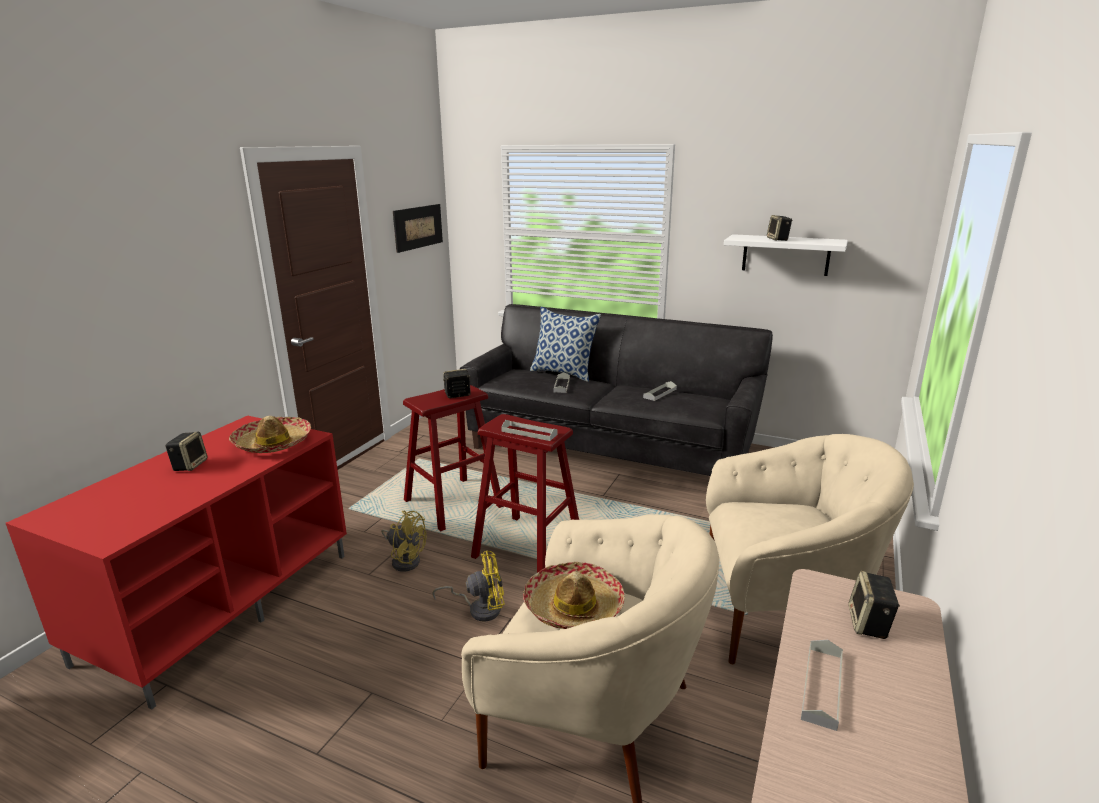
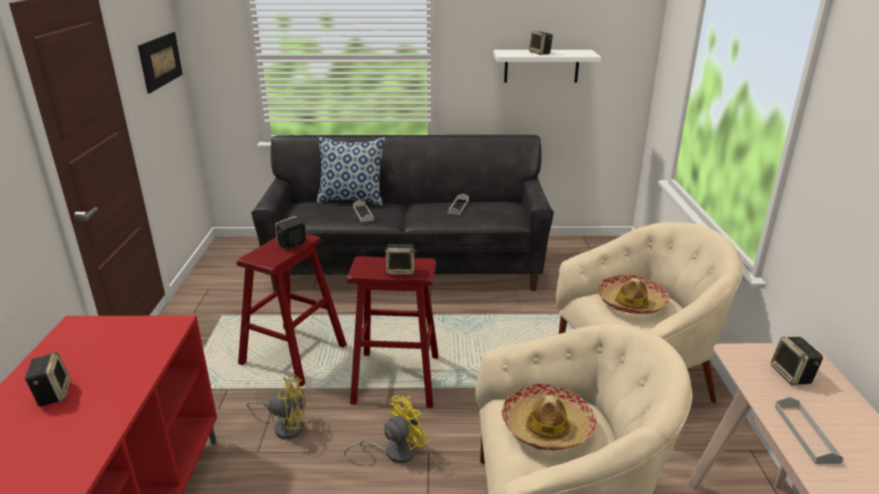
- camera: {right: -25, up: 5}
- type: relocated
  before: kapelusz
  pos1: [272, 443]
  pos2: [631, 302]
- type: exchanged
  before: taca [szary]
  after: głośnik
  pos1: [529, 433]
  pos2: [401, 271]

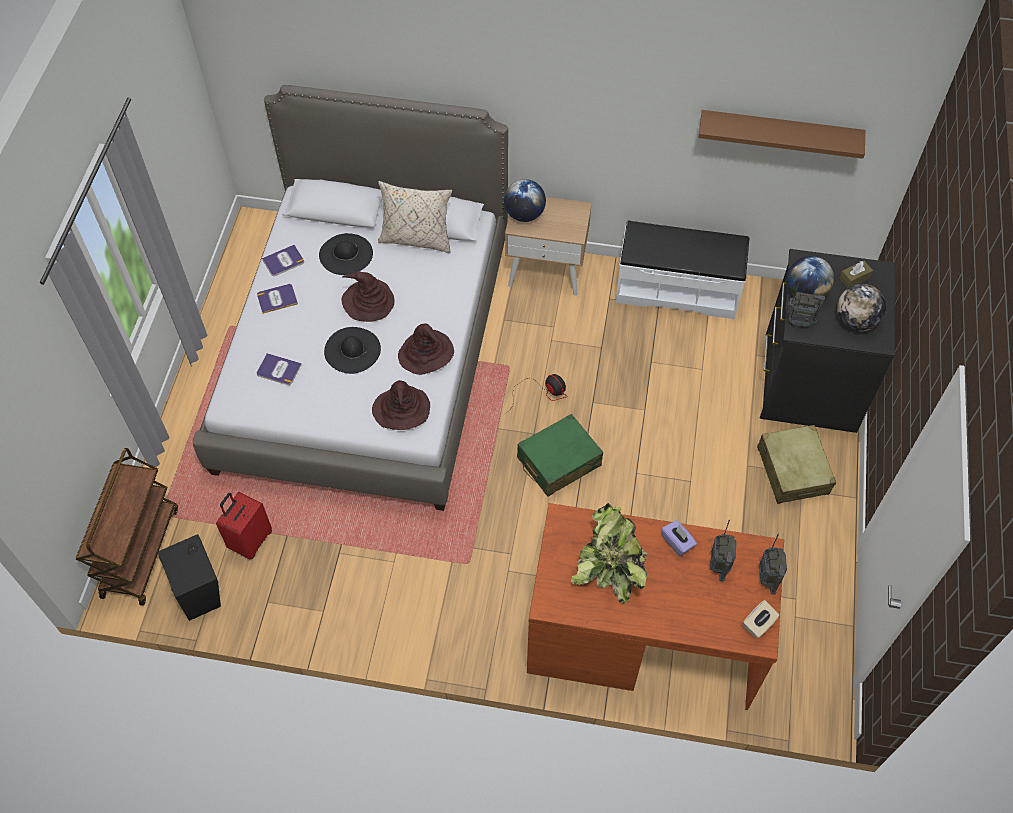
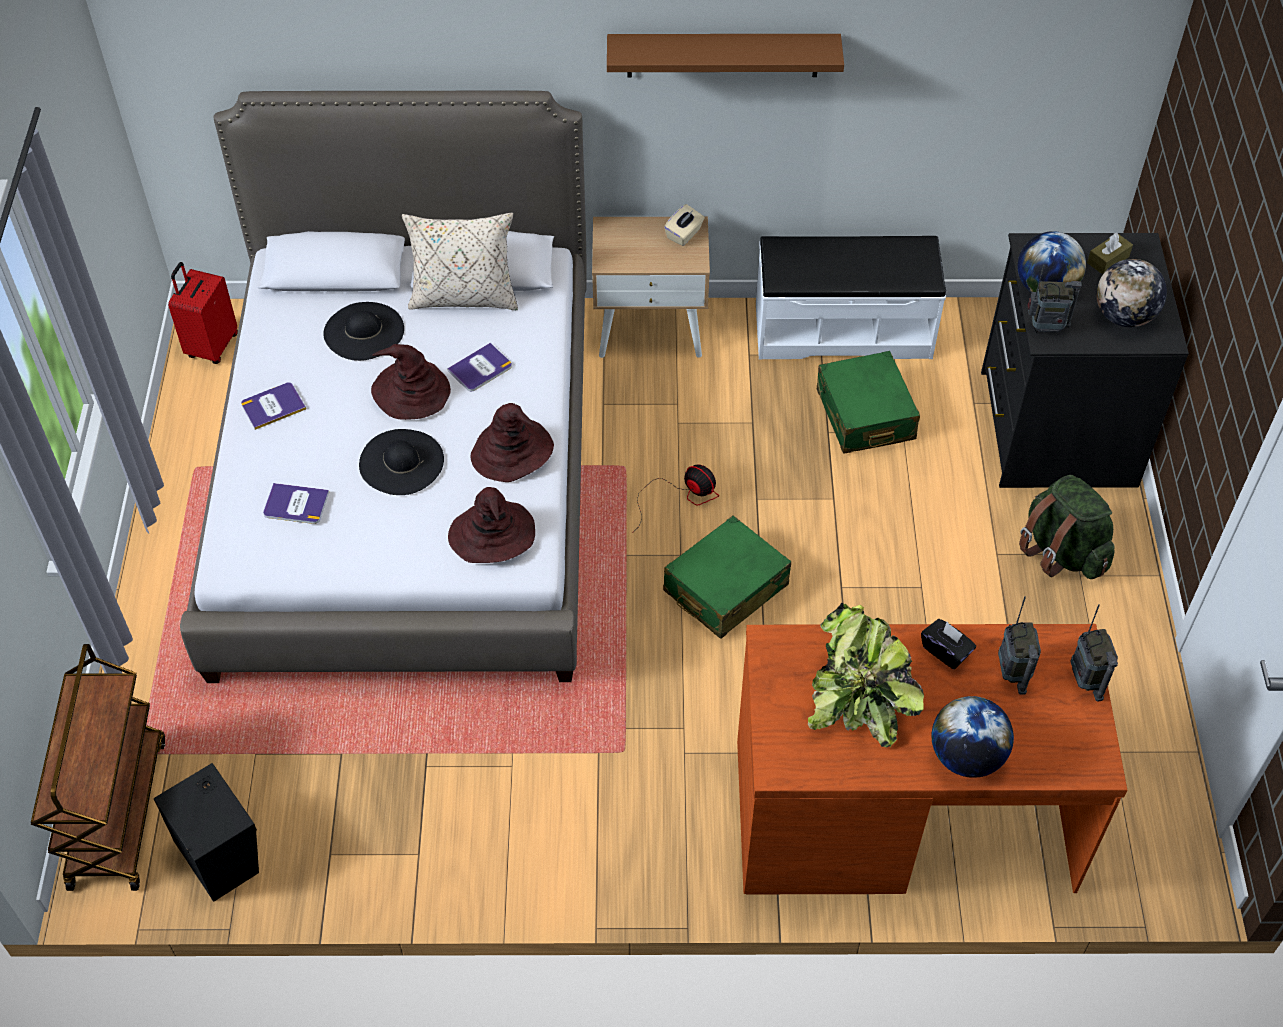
- camera: {right: -10, up: -5}
- type: relocated
  before: walizka [czerwony]
  pos1: [250, 540]
  pos2: [211, 346]
- type: relocated
  before: książka
  pos1: [283, 261]
  pos2: [480, 368]
- type: relocated
  before: globus
  pos1: [524, 214]
  pos2: [966, 756]
- type: colour
  before: pudełko chusteczek [fioletowy]
  after: pudełko chusteczek [czarny]
  pos1: [677, 542]
  pos2: [946, 651]
- type: relocated
  before: półka [brązowy]
  pos1: [779, 132]
  pos2: [723, 55]
- type: relocated
  before: pudełko chusteczek [beżowy]
  pos1: [758, 624]
  pos2: [684, 234]
- type: exchanged
  before: walizka [beżowy]
  after: plecak [zielony]
  pos1: [792, 470]
  pos2: [1062, 551]
- type: appeared
  after: walizka [zielony]
  pos2: [865, 415]

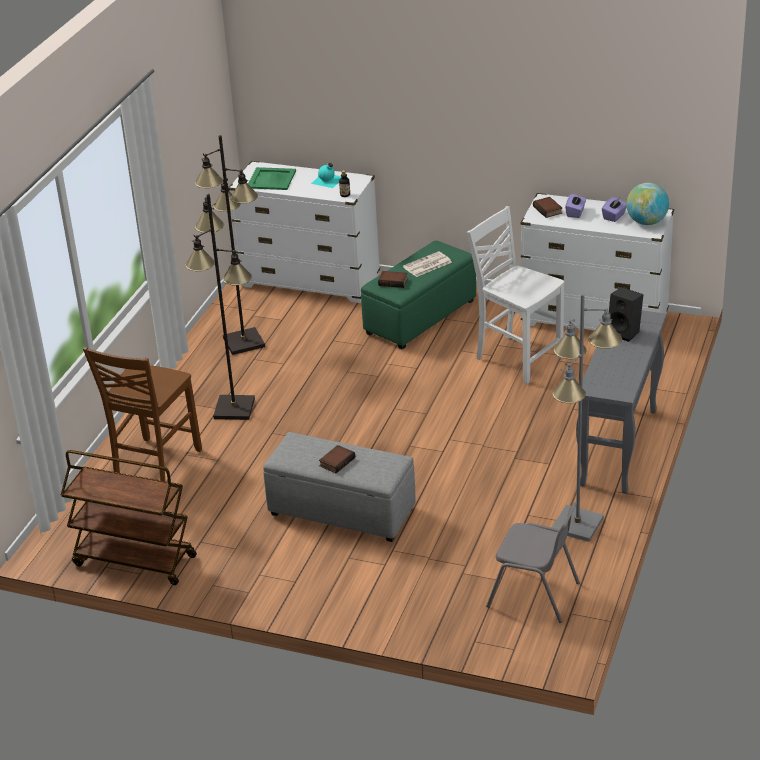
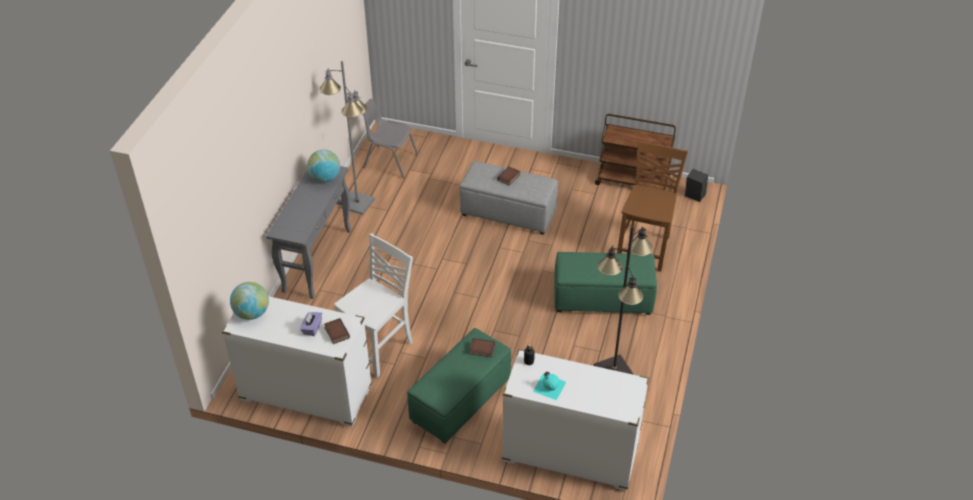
- camera: {right: 175, up: 10}
- type: exchanged
  before: lampa stojąca [czarny]
  after: pufa [zielony]
  pos1: [235, 408]
  pos2: [602, 299]
- type: missing
  before: taca [zielony]
  pos1: [272, 179]
- type: missing
  before: gazeta
  pos1: [427, 265]
- type: spun
  before: krzesło [biały]
  pos1: [517, 358]
  pos2: [379, 348]
  turn: -90
- type: missing
  before: pudełko chusteczek [fioletowy]
  pos1: [614, 216]
- type: relocated
  before: głośnik [czarny]
  pos1: [625, 332]
  pos2: [693, 196]
- type: appeared
  after: globus
  pos2: [325, 178]

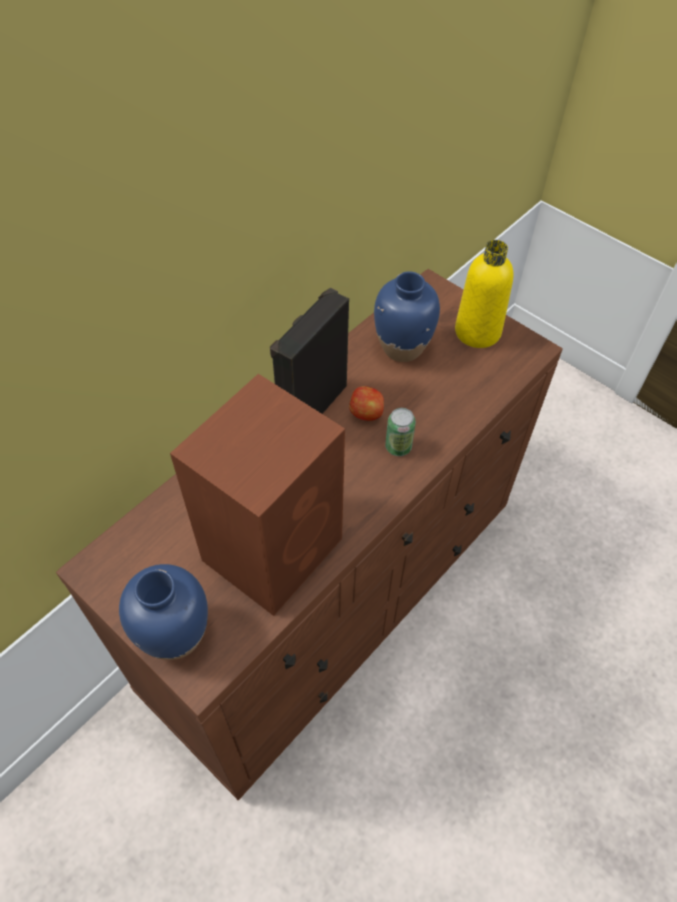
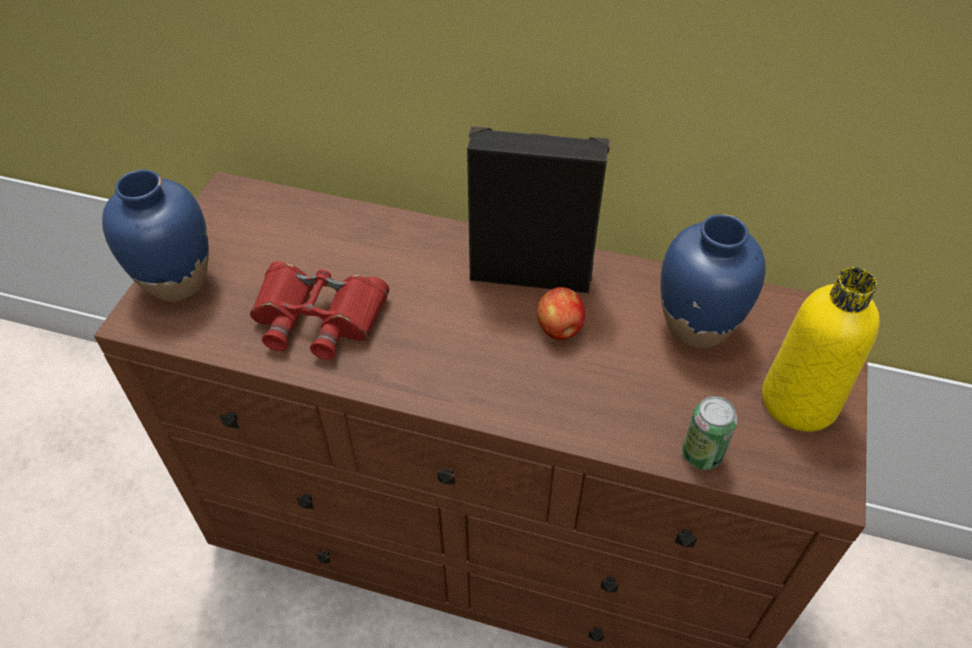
- camera: {right: 65, up: -5}
- type: exchanged
  before: głośnik [brązowy]
  after: lornetka [czerwony]
  pos1: [274, 547]
  pos2: [318, 317]
- type: relocated
  before: puszka
  pos1: [398, 447]
  pos2: [701, 454]

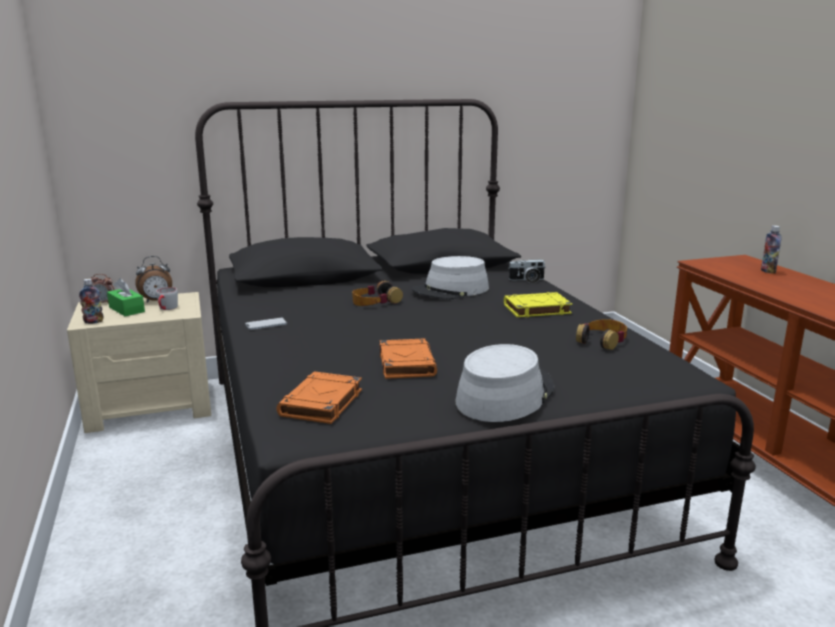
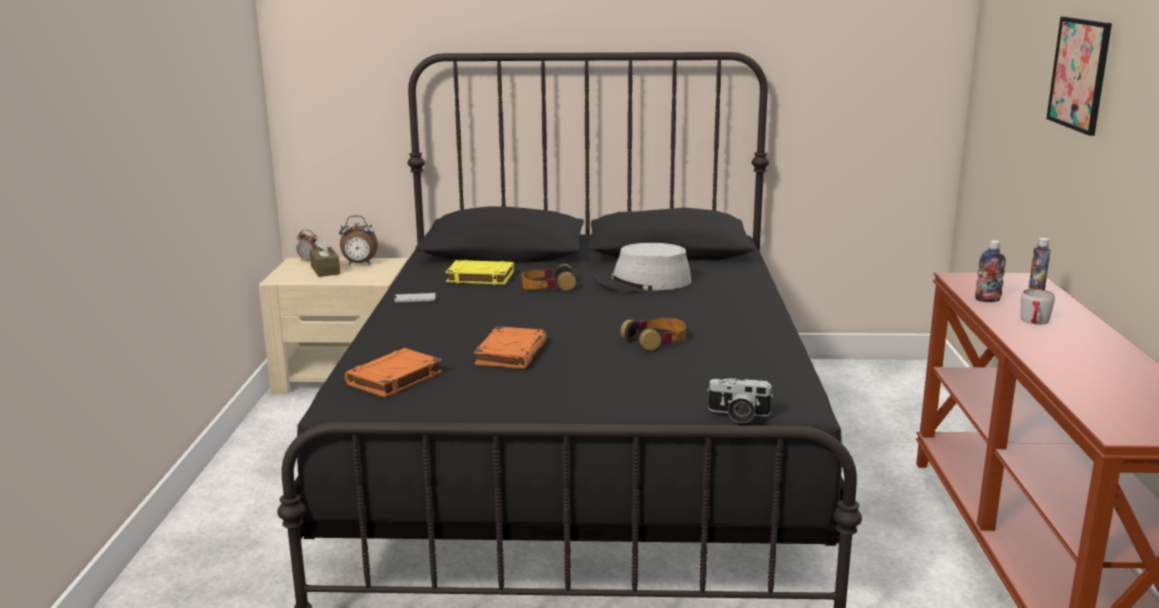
- camera: {right: 20, up: 0}
- type: relocated
  before: butelka
  pos1: [93, 322]
  pos2: [987, 300]
- type: colour
  before: pudełko chusteczek [zielony]
  after: pudełko chusteczek [brązowy]
  pos1: [126, 309]
  pos2: [325, 270]
- type: relocated
  before: kubek [szary]
  pos1: [167, 308]
  pos2: [1034, 322]
- type: missing
  before: kapelusz [szary]
  pos1: [504, 395]
- type: relocated
  before: książka [żółty]
  pos1: [536, 309]
  pos2: [479, 277]
- type: relocated
  before: aparat fotograficzny
  pos1: [527, 280]
  pos2: [738, 415]
- type: relocated
  before: słuchawki
  pos1: [602, 340]
  pos2: [656, 341]
- type: appeared
  after: obraz
  pos2: [1079, 74]

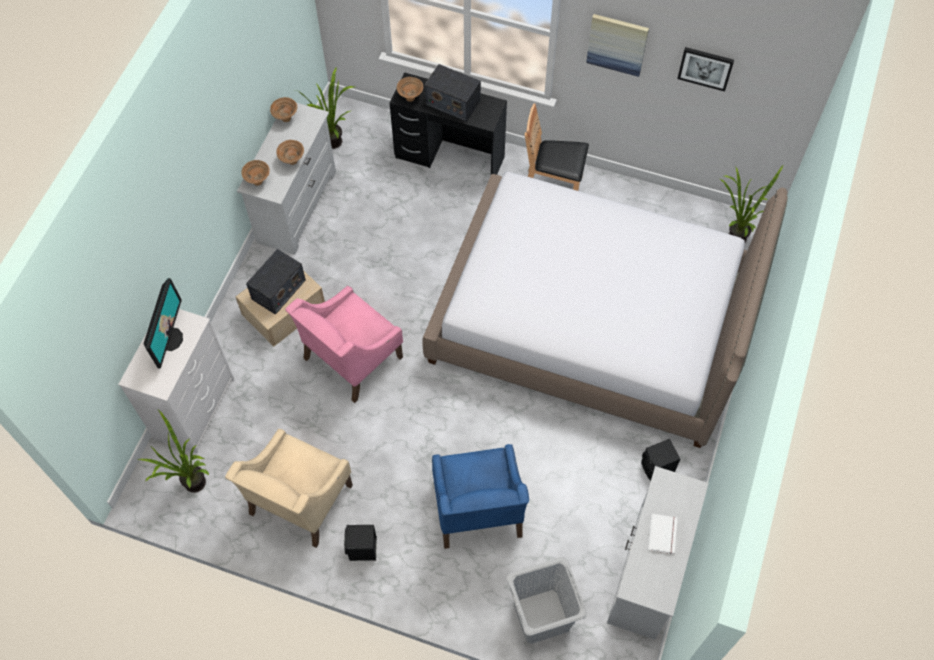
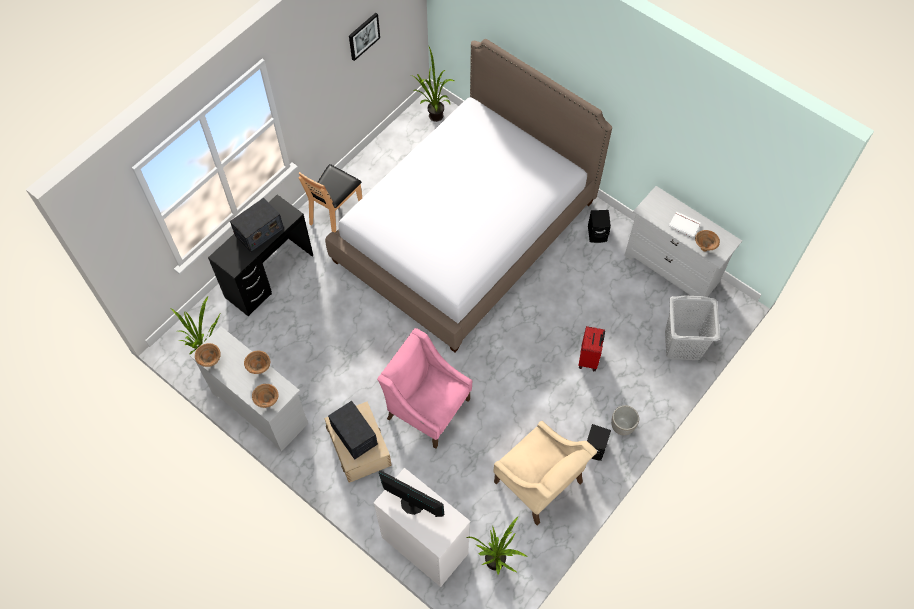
- camera: {right: -70, up: 0}
- type: spun
  before: fotel [różowy]
  pos1: [351, 358]
  pos2: [427, 408]
  turn: 150
- type: relocated
  before: miska [brązowy]
  pos1: [410, 97]
  pos2: [703, 247]
- type: exchanged
  before: fotel [niebieski]
  after: walizka [czerwony]
  pos1: [477, 509]
  pos2: [589, 359]
- type: missing
  before: obraz
  pos1: [617, 44]
- type: appeared
  after: donica
  pos2: [622, 427]

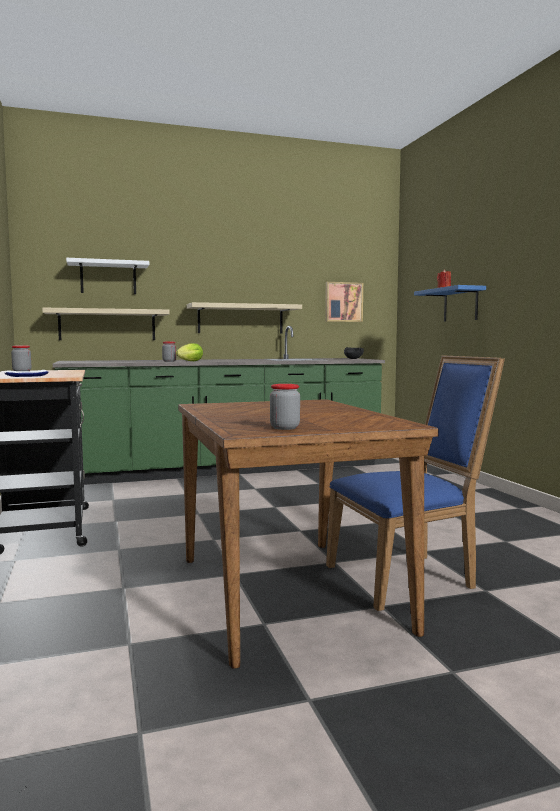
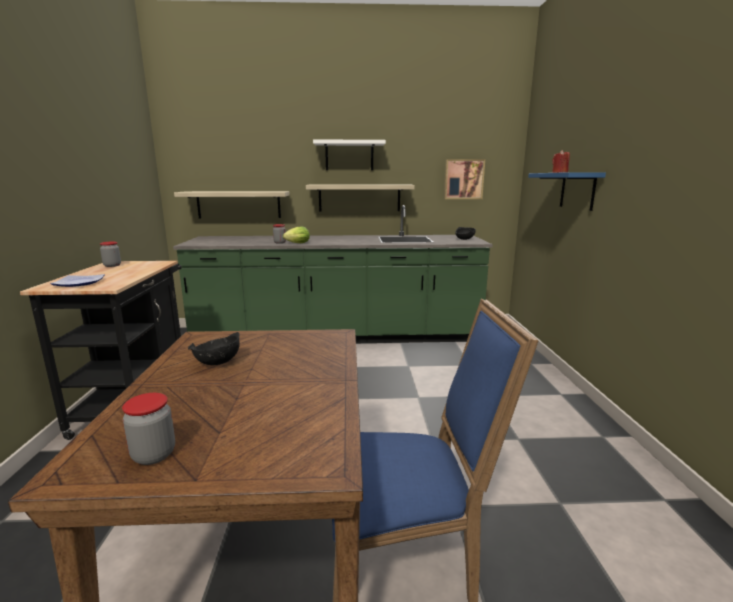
- camera: {right: 15, up: 10}
- type: relocated
  before: półka [biały]
  pos1: [108, 278]
  pos2: [349, 156]
- type: appeared
  after: miska [czarny]
  pos2: [217, 362]

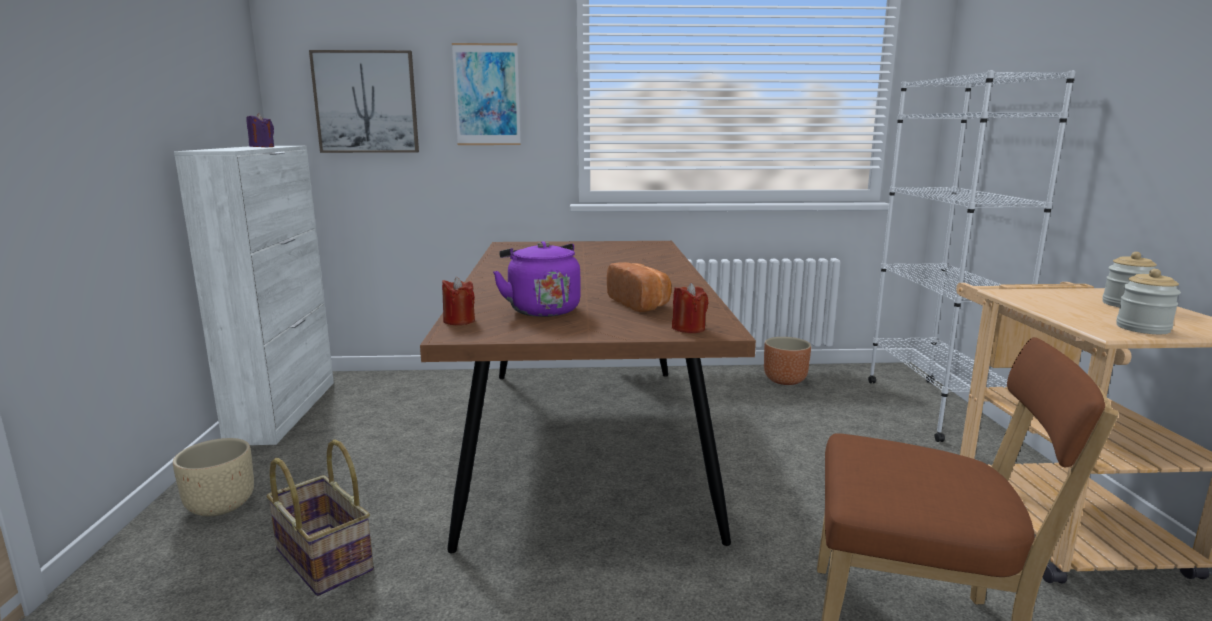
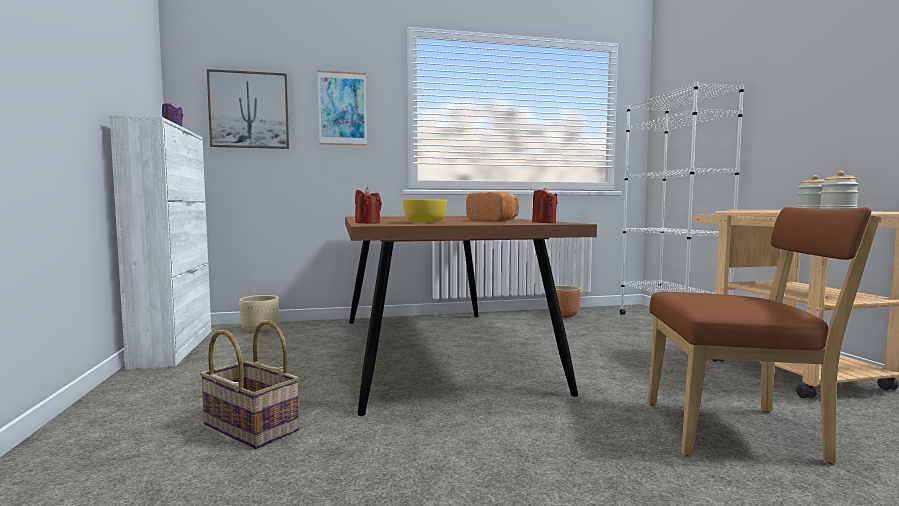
- camera: {right: -10, up: -10}
- type: relocated
  before: donica [beżowy]
  pos1: [222, 505]
  pos2: [260, 330]
- type: exchanged
  before: czajnik [fioletowy]
  after: miska [żółty]
  pos1: [541, 309]
  pos2: [424, 222]

